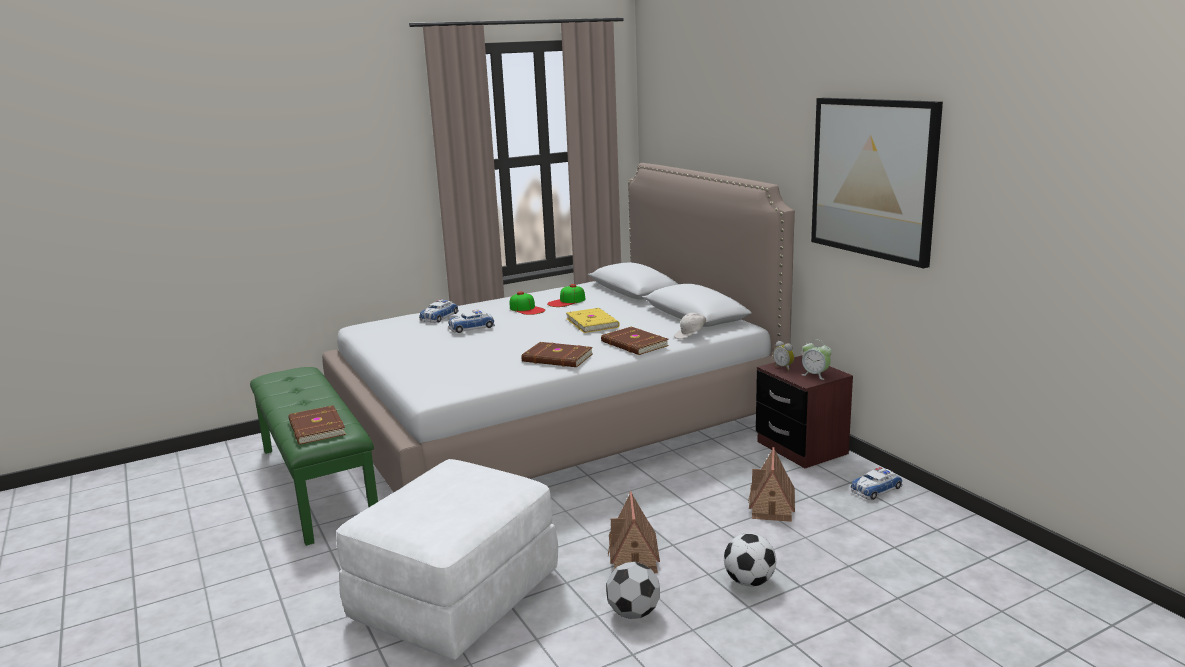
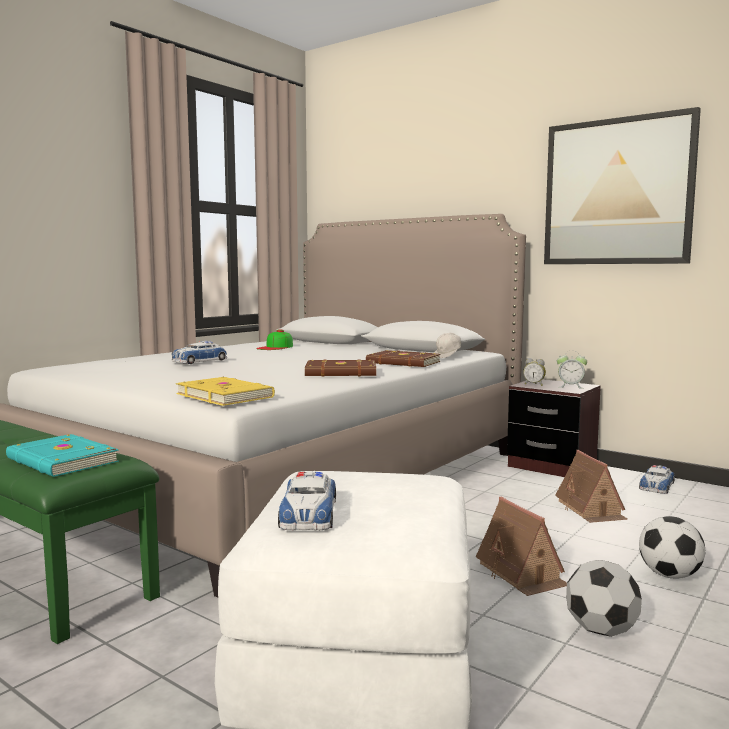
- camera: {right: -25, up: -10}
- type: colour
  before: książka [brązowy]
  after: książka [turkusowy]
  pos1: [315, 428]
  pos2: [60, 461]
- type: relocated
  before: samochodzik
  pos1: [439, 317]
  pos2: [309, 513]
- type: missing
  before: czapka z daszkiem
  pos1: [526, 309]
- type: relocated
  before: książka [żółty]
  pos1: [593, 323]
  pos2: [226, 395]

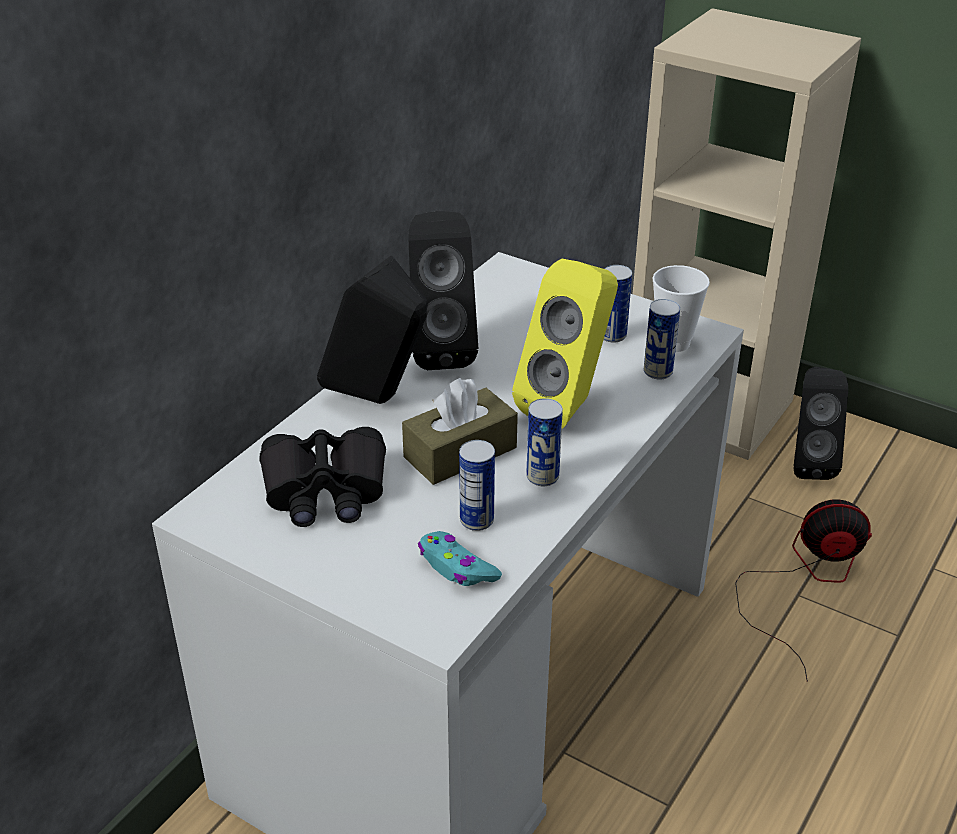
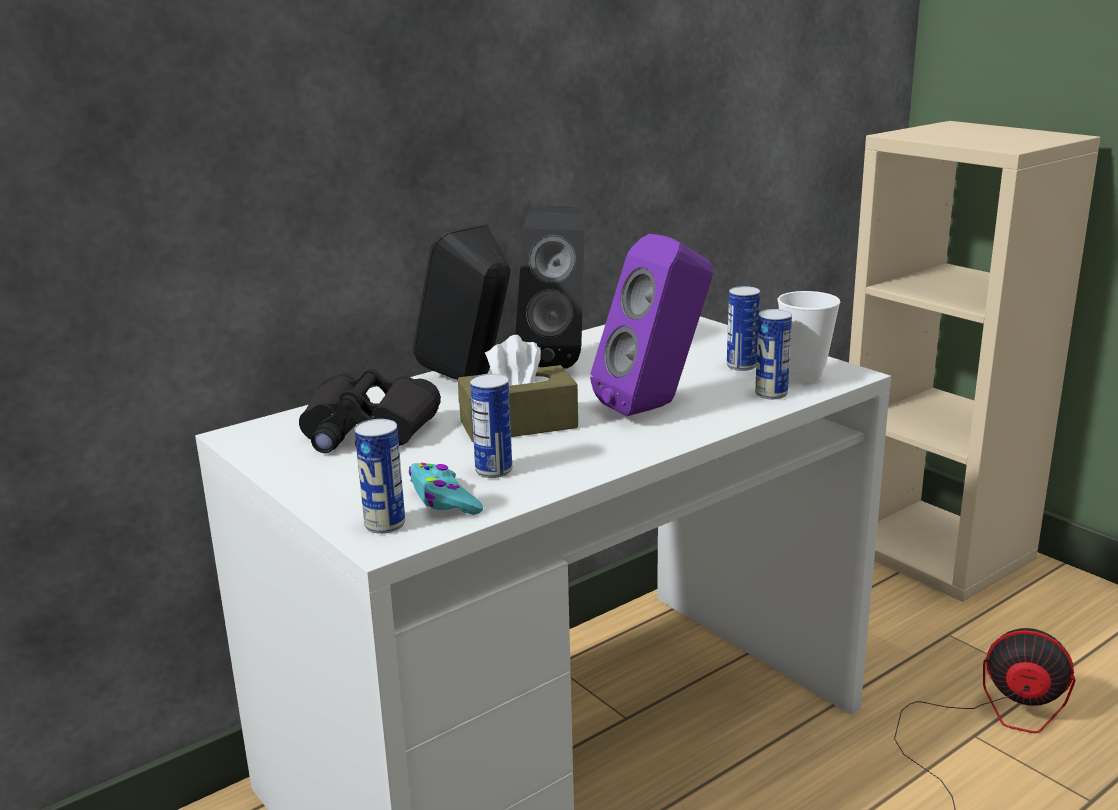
- camera: {right: 20, up: -15}
- type: colour
  before: głośnik [żółty]
  after: głośnik [fioletowy]
  pos1: [568, 406]
  pos2: [656, 407]
- type: relocated
  before: puszka
  pos1: [542, 477]
  pos2: [385, 525]
- type: missing
  before: głośnik [czarny]
  pos1: [807, 463]

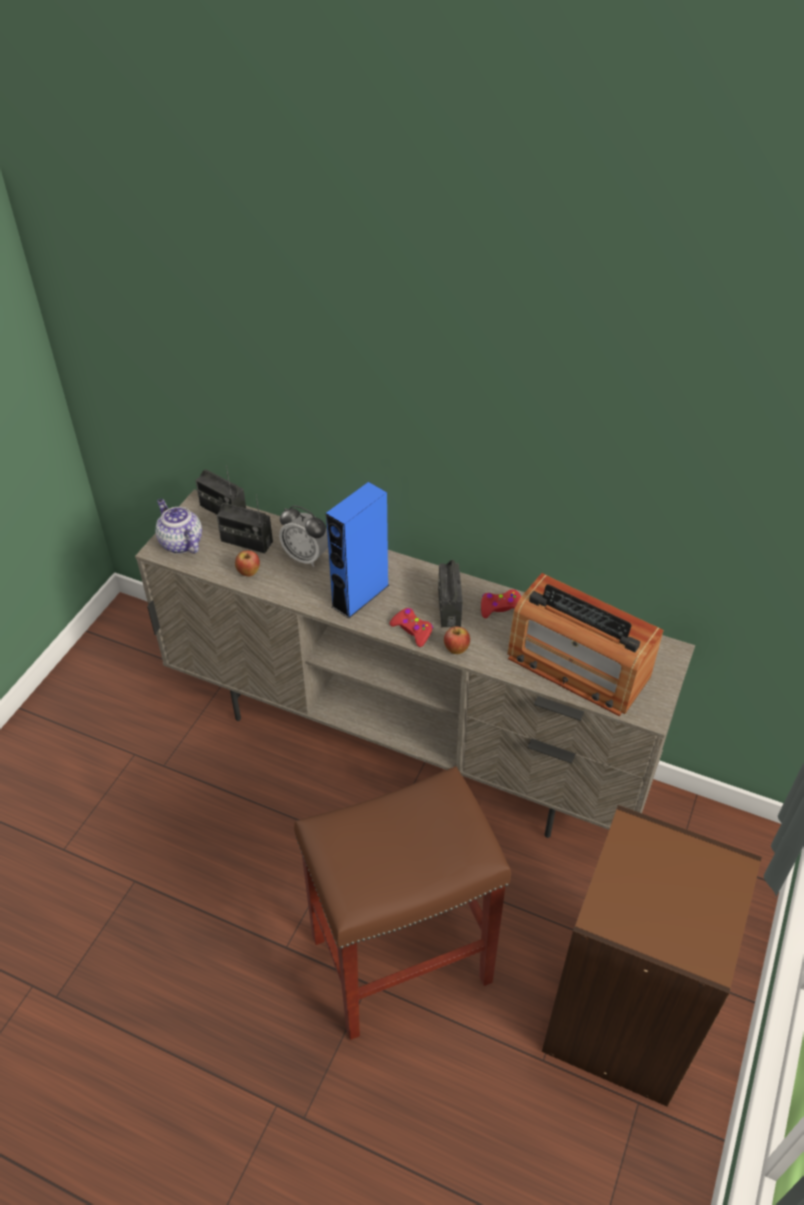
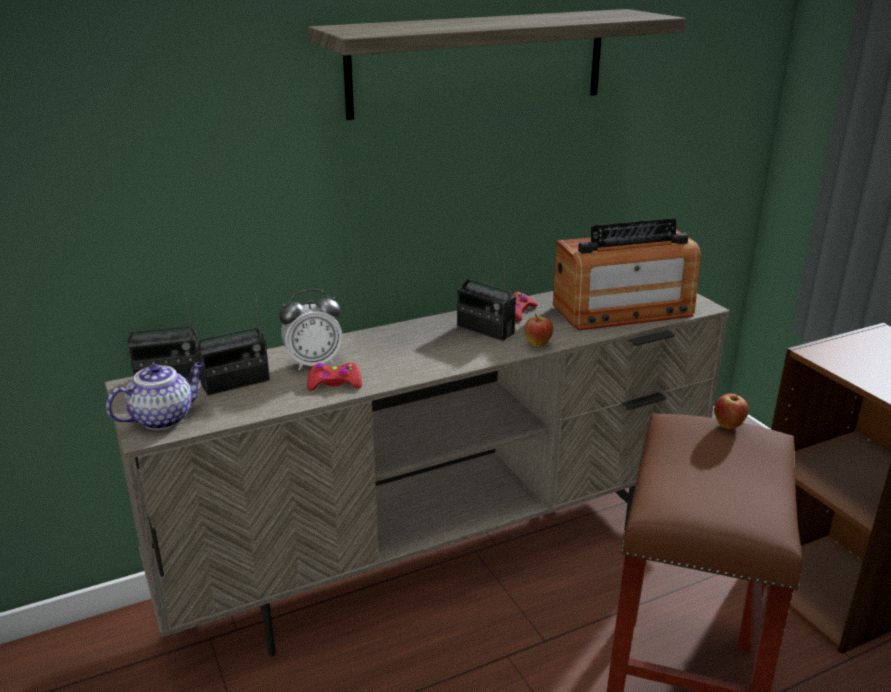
- camera: {right: -50, up: -20}
- type: spun
  before: imbryk
  pos1: [180, 543]
  pos2: [163, 418]
  turn: 135
- type: relocated
  before: jabłko
  pos1: [249, 573]
  pos2: [728, 426]
- type: missing
  before: głośnik [niebieski]
  pos1: [360, 596]
- type: relocated
  before: pad do gier [czerwony]
  pos1: [412, 630]
  pos2: [334, 383]
- type: appeared
  after: półka
  pos2: [479, 62]

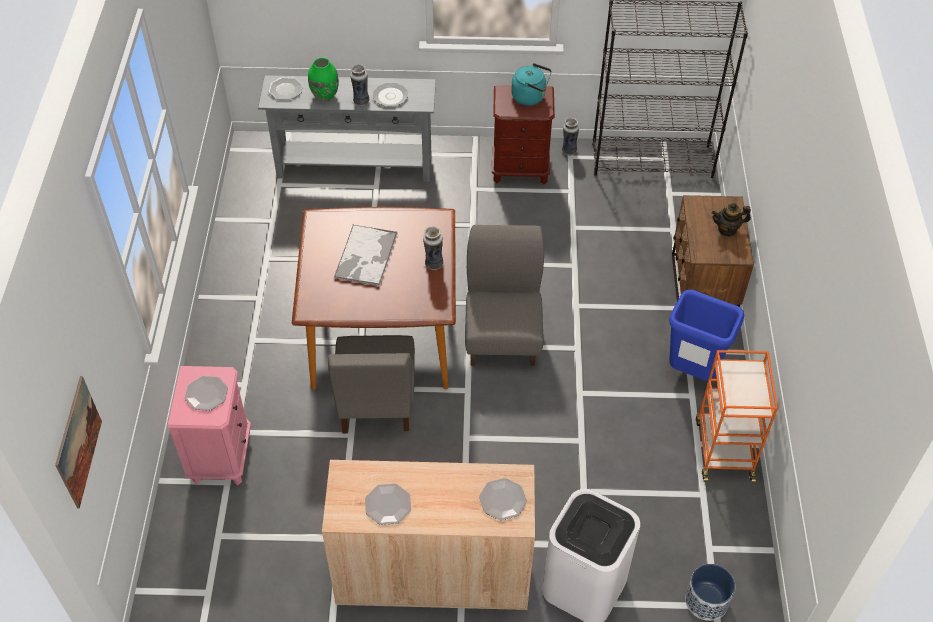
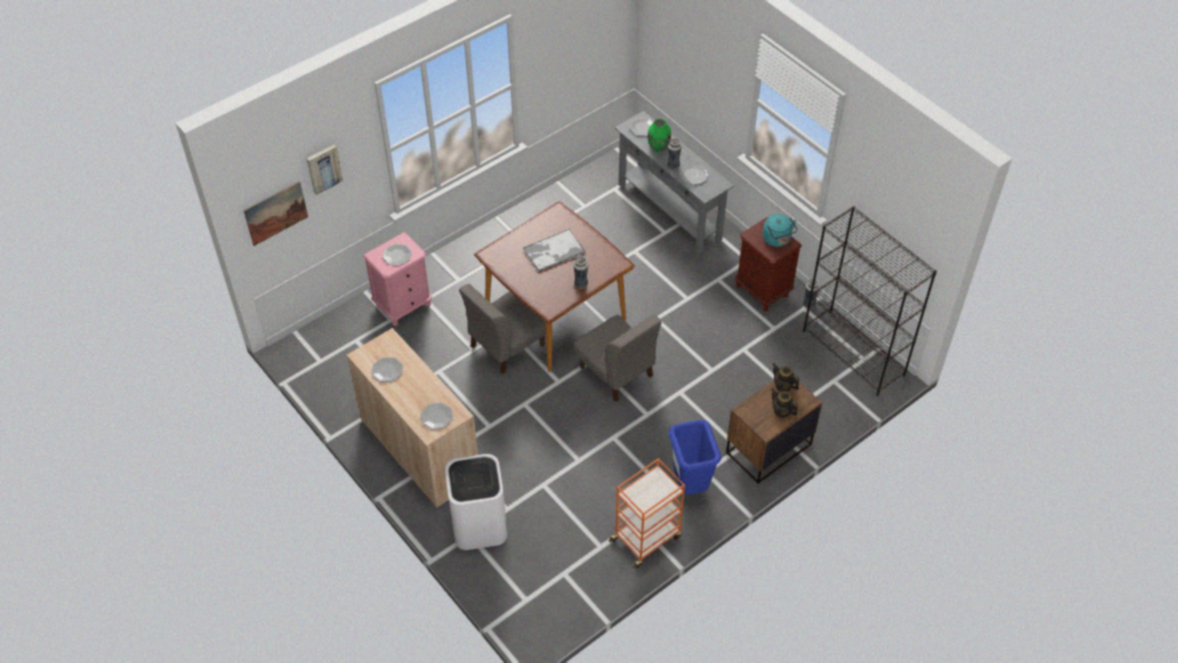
- camera: {right: 50, up: 0}
- type: spun
  before: krzesło [szary]
  pos1: [503, 336]
  pos2: [616, 372]
  turn: 90
- type: missing
  before: donica
  pos1: [706, 601]
- type: appeared
  after: obraz
  pos2: [323, 168]
- type: appeared
  after: imbryk
  pos2: [783, 386]

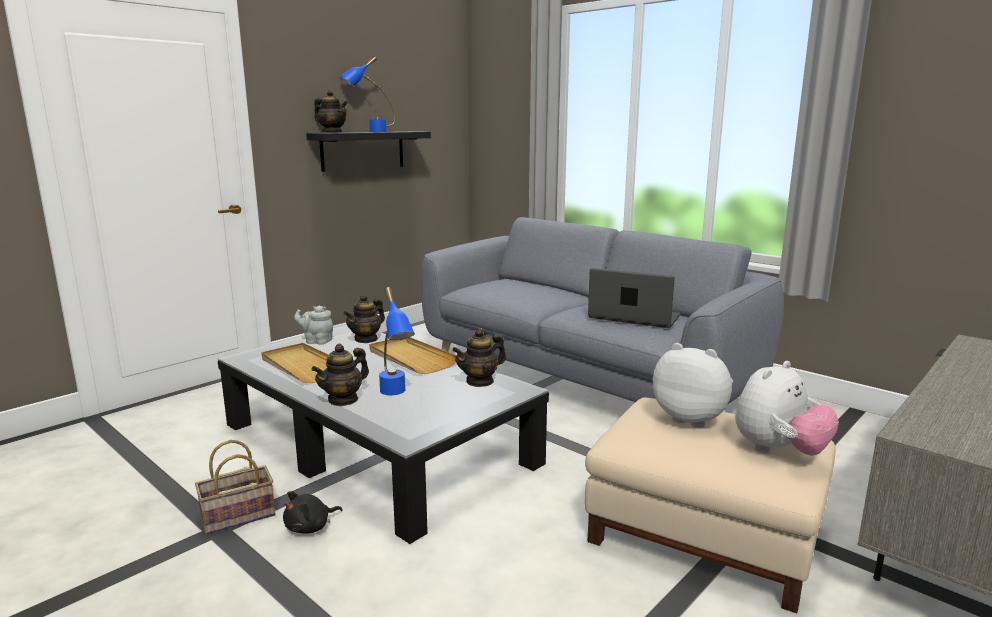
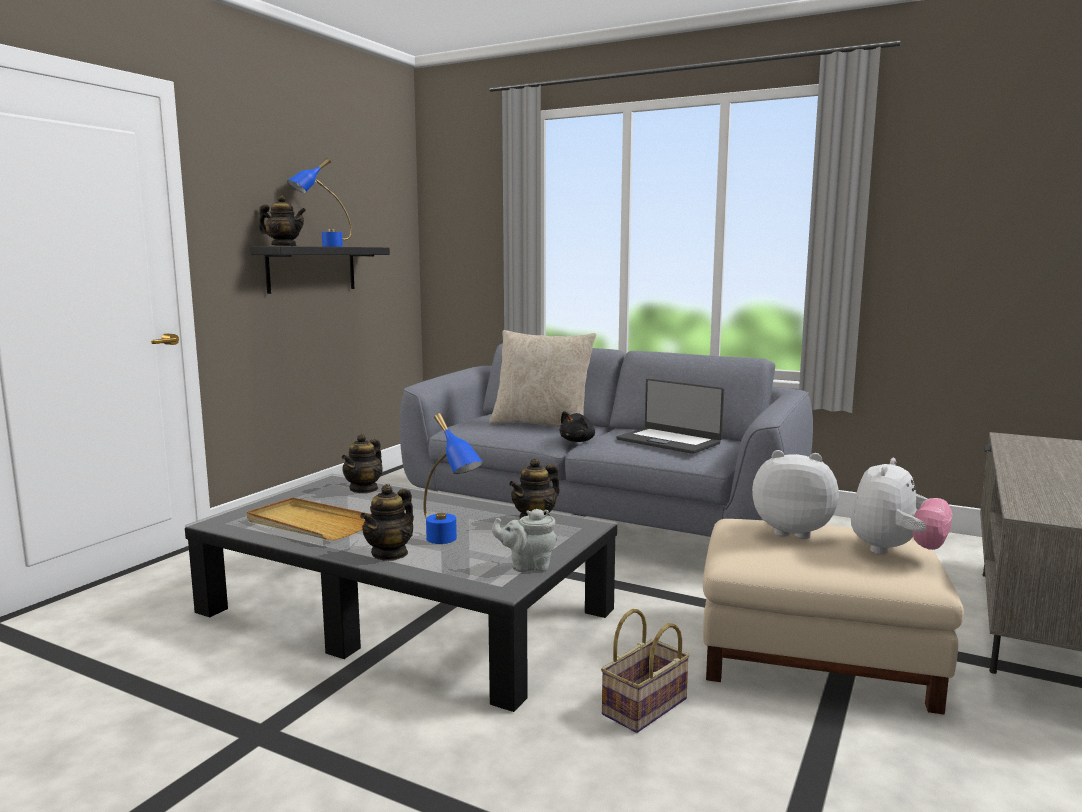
- camera: {right: -15, up: -5}
- type: relocated
  before: koszyk
  pos1: [236, 517]
  pos2: [645, 708]
- type: relocated
  before: pluszak [czarny]
  pos1: [310, 527]
  pos2: [578, 441]
- type: relocated
  before: imbryk [szary]
  pos1: [316, 341]
  pos2: [528, 566]
- type: missing
  before: taca [beżowy]
  pos1: [411, 358]
- type: spun
  before: laptop
  pos1: [633, 317]
  pos2: [669, 441]
  turn: -150
- type: appeared
  after: poduszka [beżowy]
  pos2: [542, 424]

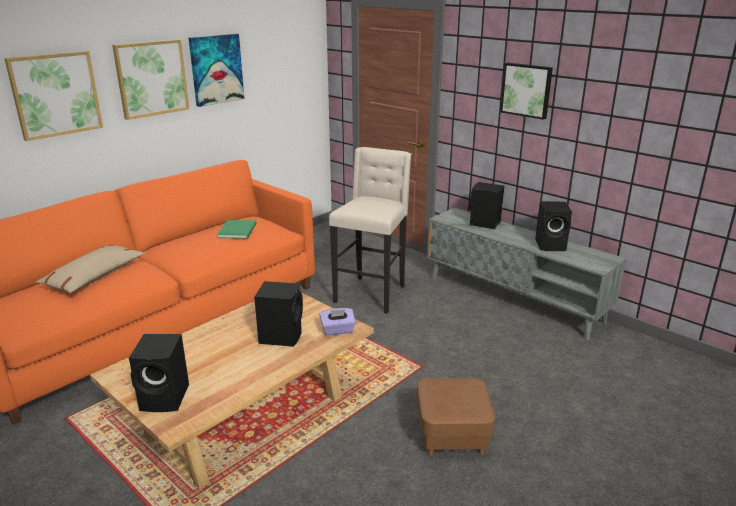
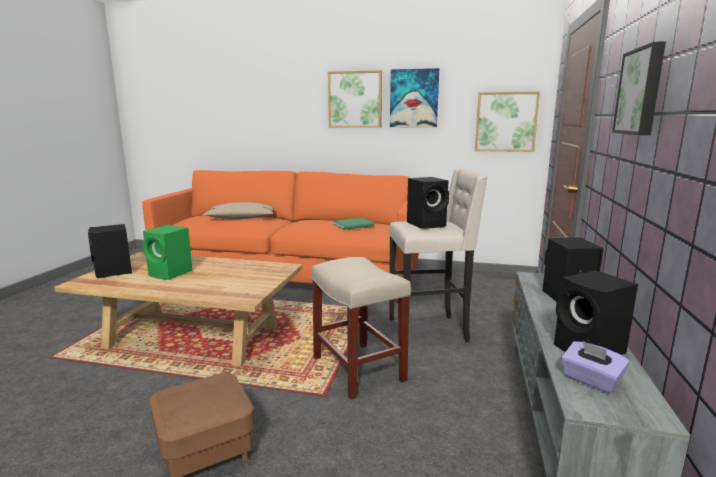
- camera: {right: 60, up: -10}
- type: relocated
  before: obraz
  pos1: [55, 94]
  pos2: [506, 122]
- type: relocated
  before: głośnik [czarny]
  pos1: [281, 336]
  pos2: [427, 224]
- type: relocated
  before: pudełko chusteczek [fioletowy]
  pos1: [337, 330]
  pos2: [591, 381]
- type: appeared
  after: głośnik [zielony]
  pos2: [171, 273]
- type: appeared
  after: stołek [beżowy]
  pos2: [359, 369]

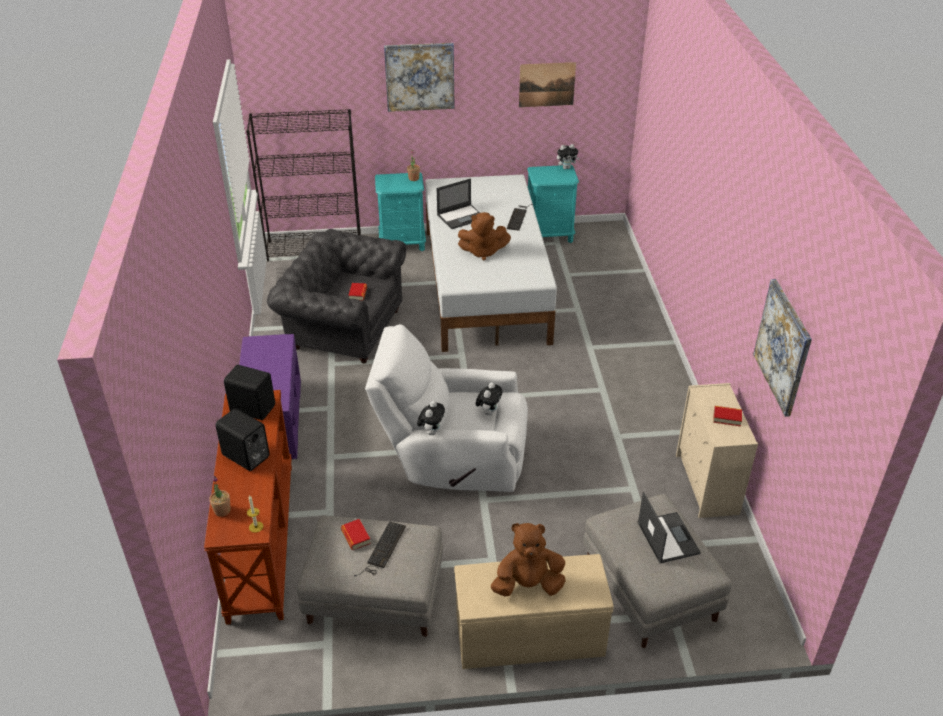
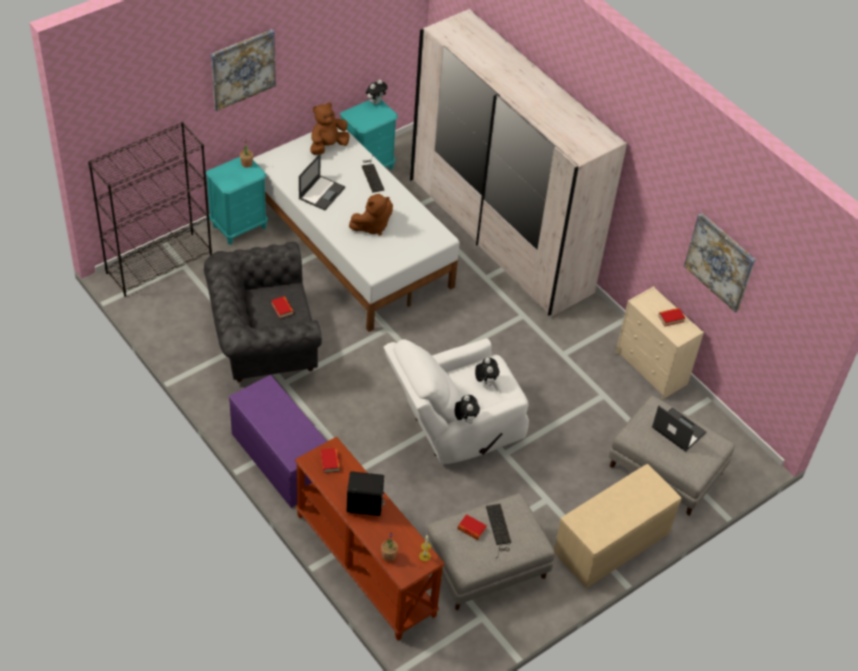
- camera: {right: -35, up: 10}
- type: exchanged
  before: głośnik [czarny]
  after: książka
  pos1: [252, 408]
  pos2: [330, 462]
- type: relocated
  before: pluszak [brązowy]
  pos1: [528, 585]
  pos2: [328, 146]
- type: missing
  before: obraz
  pos1: [547, 84]
- type: appeared
  after: szafa [biały]
  pos2: [500, 236]

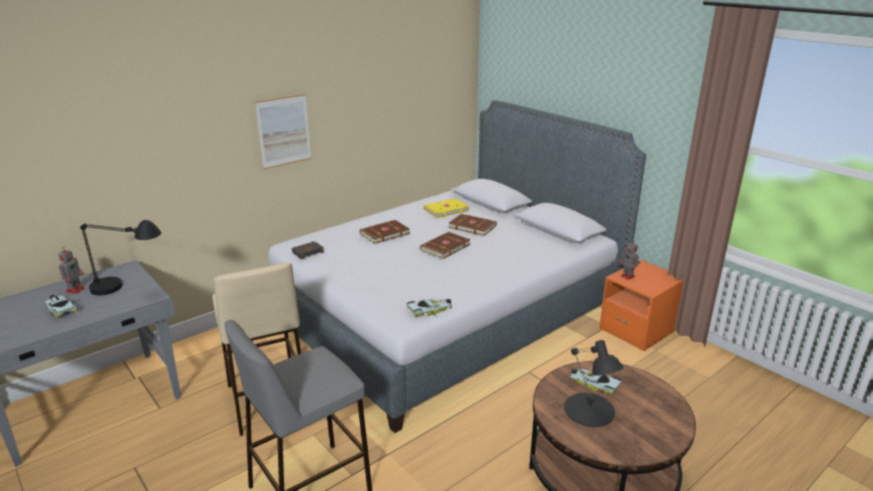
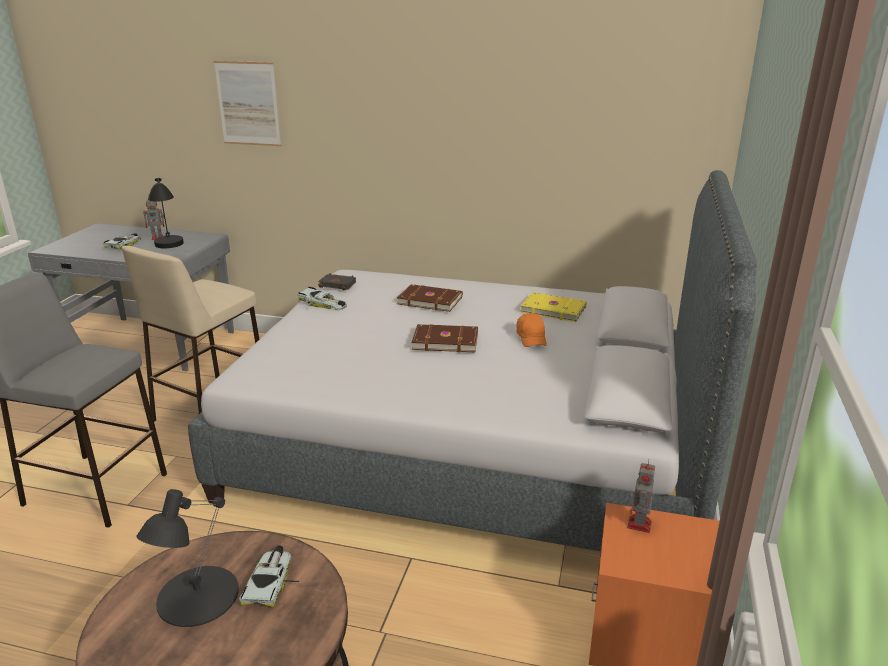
- camera: {right: 55, up: 0}
- type: relocated
  before: obraz
  pos1: [284, 131]
  pos2: [248, 104]
- type: relocated
  before: samochodzik
  pos1: [430, 310]
  pos2: [323, 303]
- type: exchanged
  before: książka [brązowy]
  after: czapka z daszkiem [pomarańczowy]
  pos1: [472, 226]
  pos2: [531, 338]

